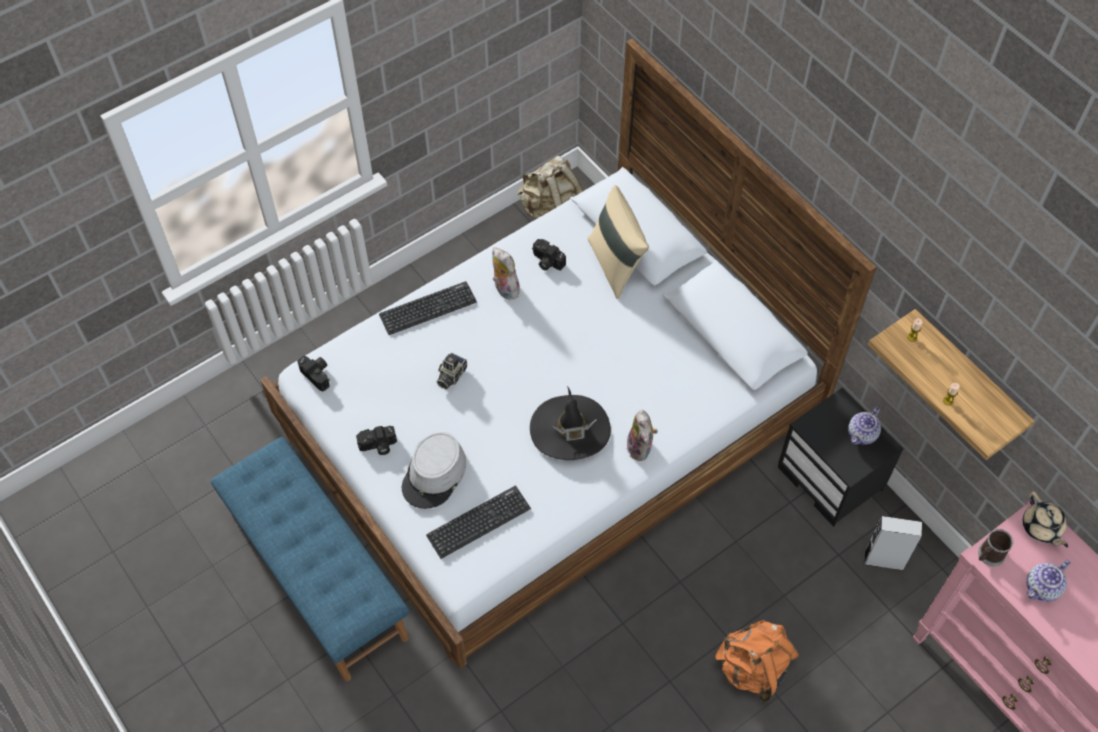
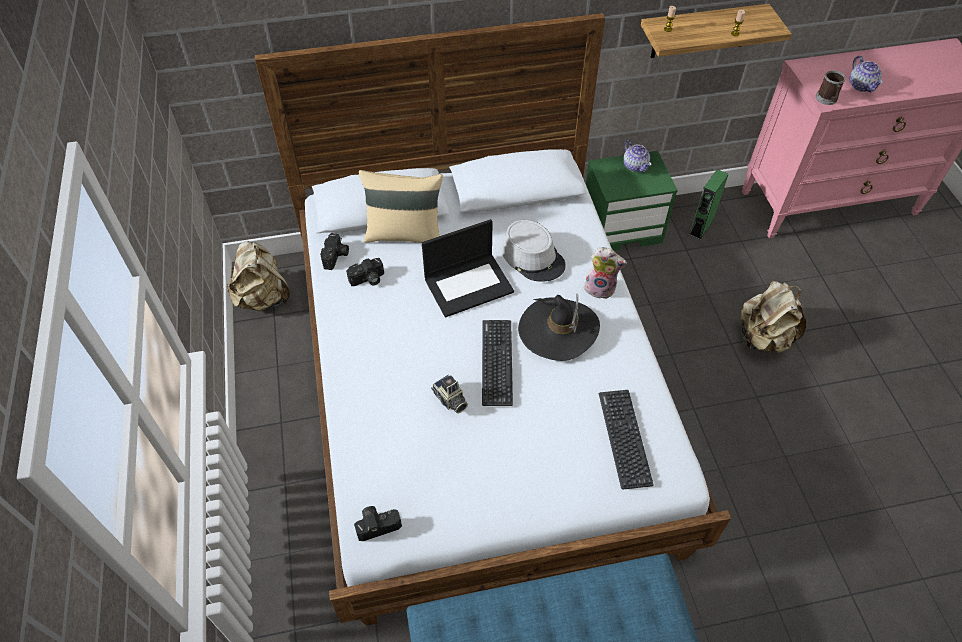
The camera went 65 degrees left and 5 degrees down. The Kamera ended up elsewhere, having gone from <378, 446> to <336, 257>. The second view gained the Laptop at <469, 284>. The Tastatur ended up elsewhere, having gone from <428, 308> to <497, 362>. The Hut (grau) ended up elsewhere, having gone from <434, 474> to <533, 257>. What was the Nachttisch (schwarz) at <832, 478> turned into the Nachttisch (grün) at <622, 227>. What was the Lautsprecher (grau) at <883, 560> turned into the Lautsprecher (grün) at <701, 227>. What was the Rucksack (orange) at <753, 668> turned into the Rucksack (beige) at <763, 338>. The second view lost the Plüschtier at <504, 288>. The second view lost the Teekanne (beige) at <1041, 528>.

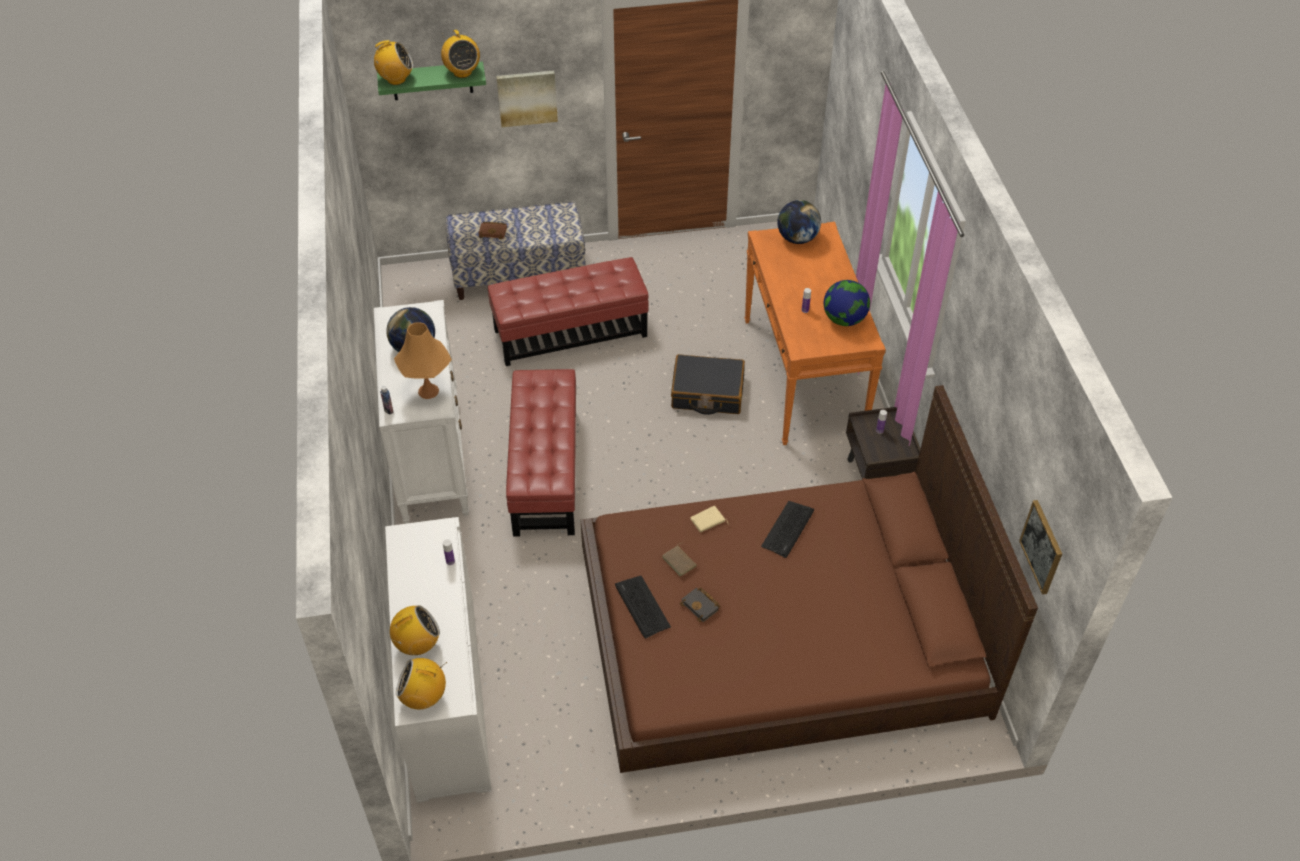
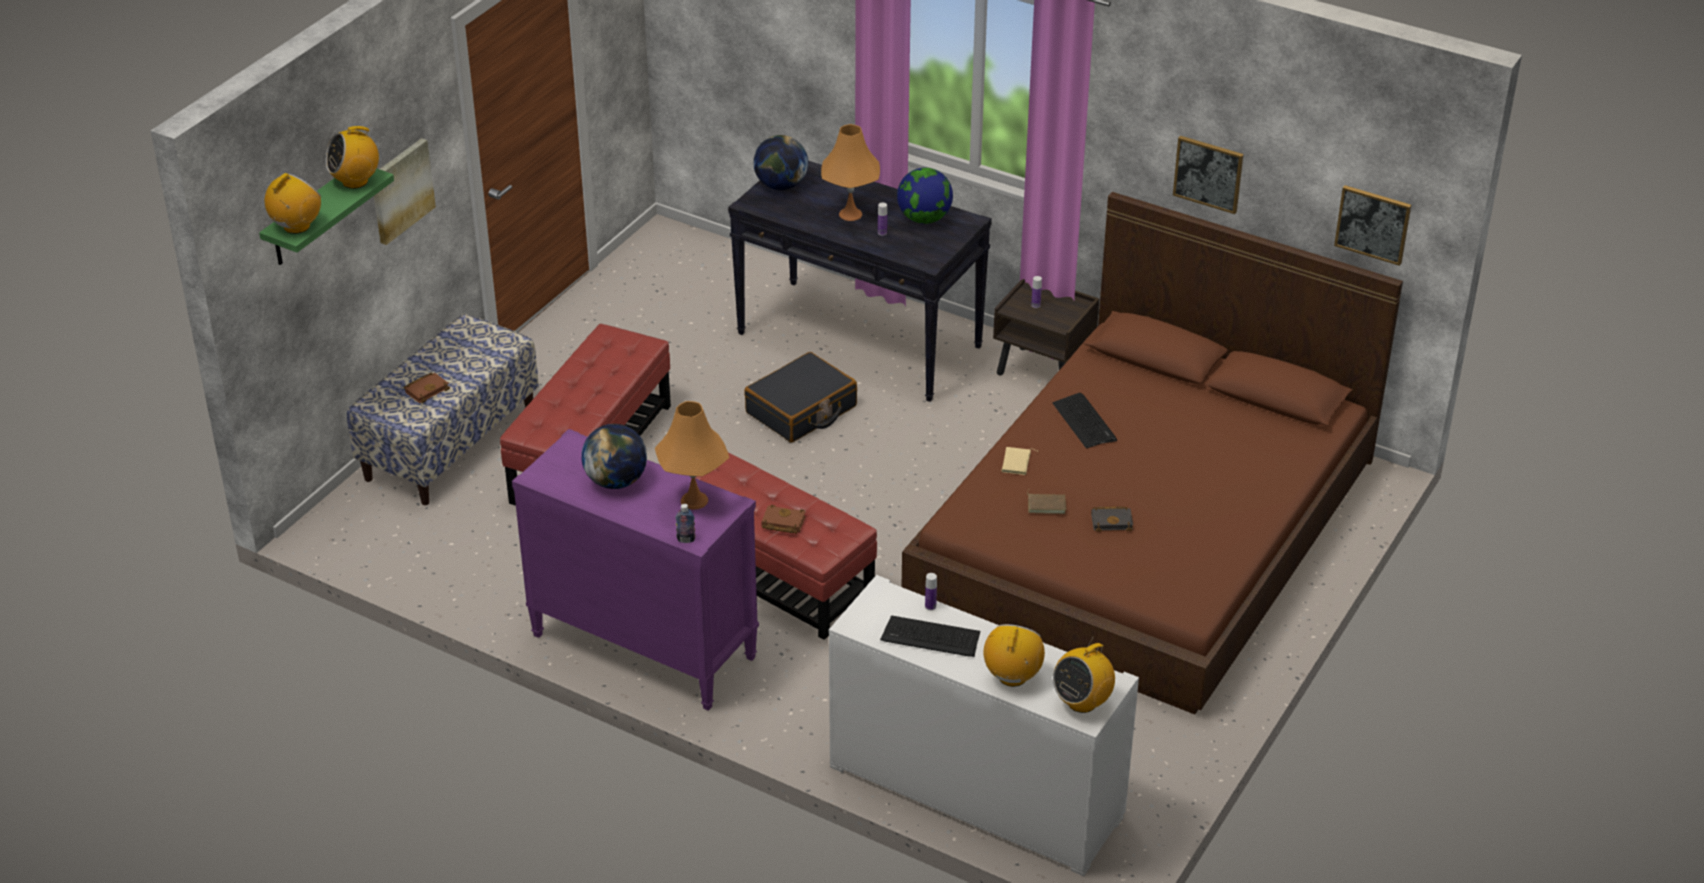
The camera went 50 degrees left and 10 degrees down. The Radio at <462, 72> ended up facing another way, 135 degrees clockwise from before. What was the Kommode (weiß) at <431, 460> turned into the Kommode (lila) at <642, 646>. What was the Konsolentisch (orange) at <803, 376> turned into the Konsolentisch (schwarz) at <860, 340>. The second view gained the Buch (braun) at <782, 523>. The second view gained the Tischlampe (orange) at <850, 214>. The Tastatur ended up elsewhere, having gone from <642, 606> to <931, 637>. The second view gained the Bild at <1208, 173>.

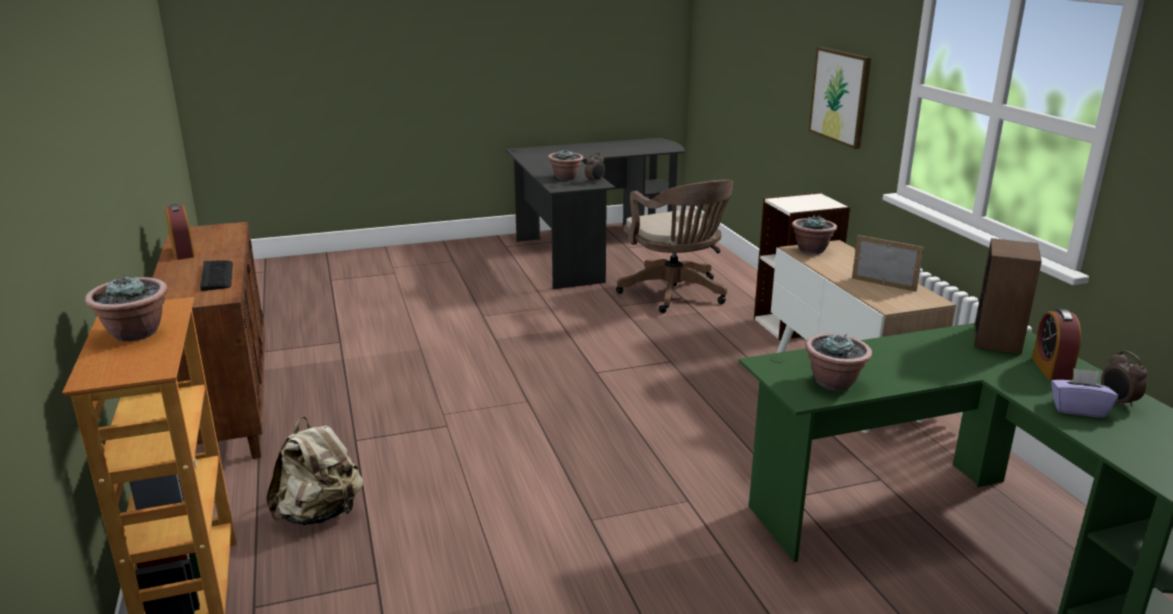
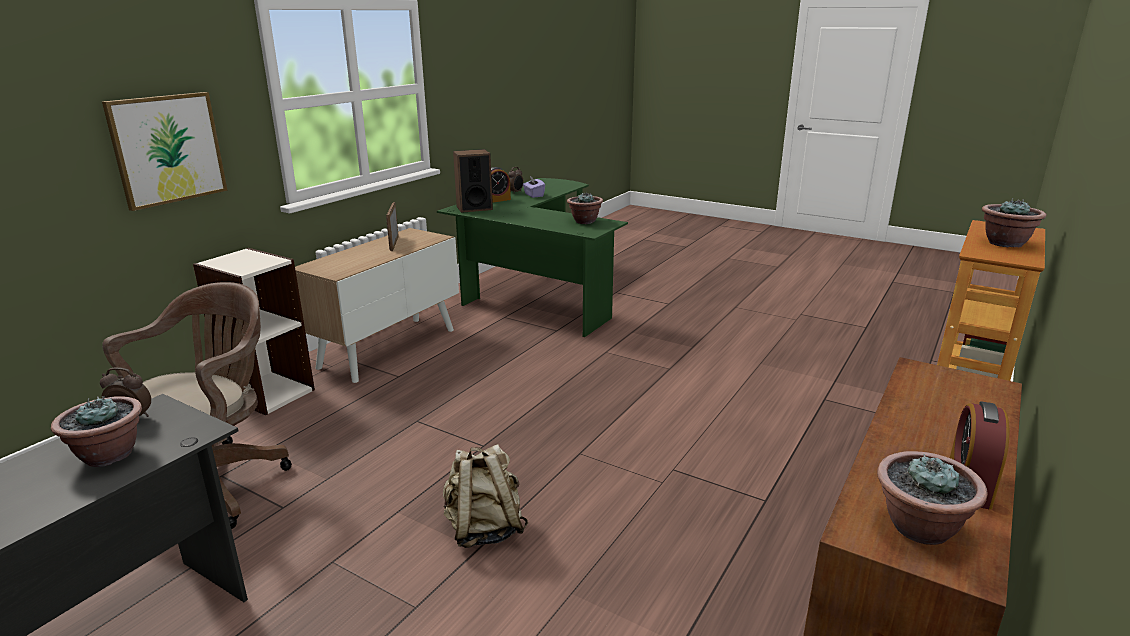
The camera went 130 degrees left and 0 degrees up. The Rucksack (beige) ended up elsewhere, having gone from <320, 514> to <484, 529>. The Topfpflanze ended up elsewhere, having gone from <811, 250> to <919, 528>. The second view lost the Tastatur at <217, 276>.

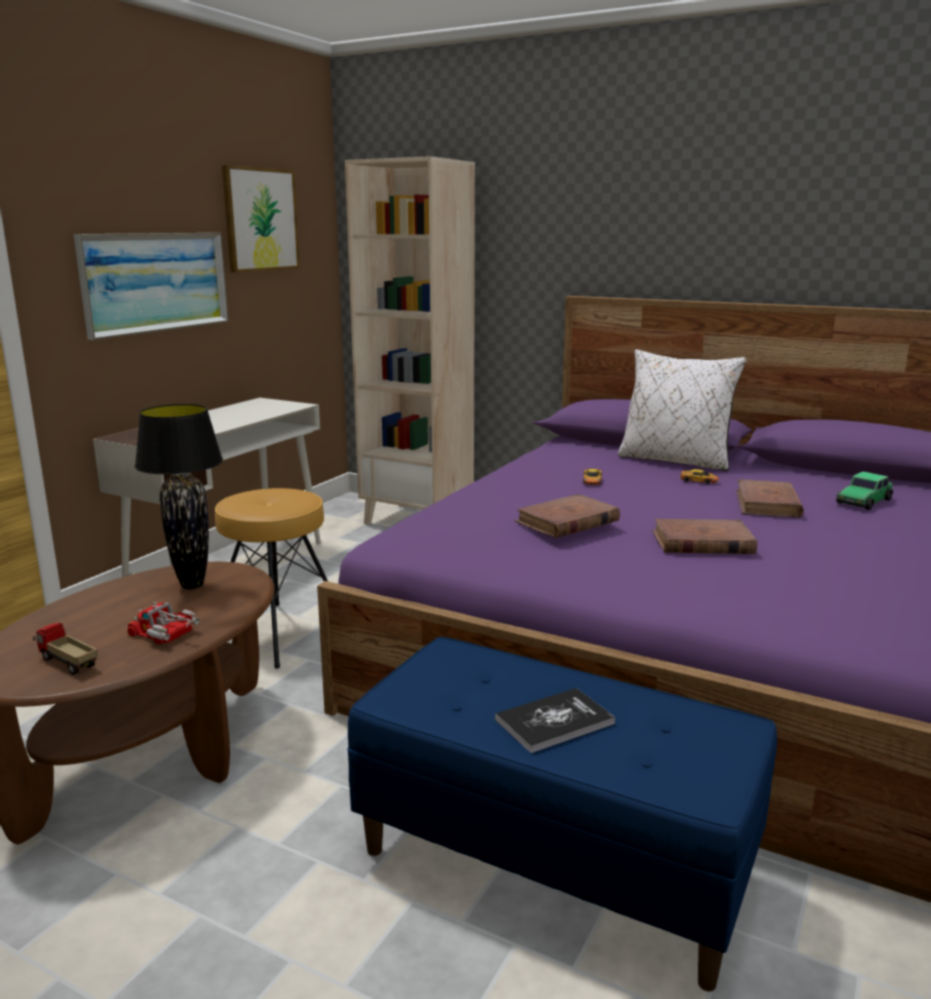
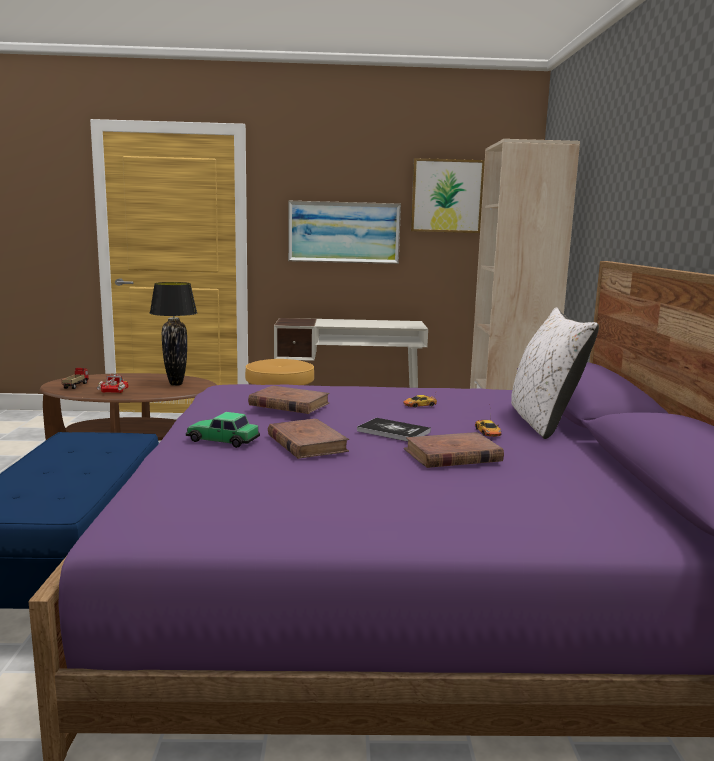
The camera went 60 degrees right and 5 degrees down. The Spielzeugauto ended up elsewhere, having gone from <863, 501> to <222, 440>. The Buch ended up elsewhere, having gone from <554, 721> to <393, 431>.

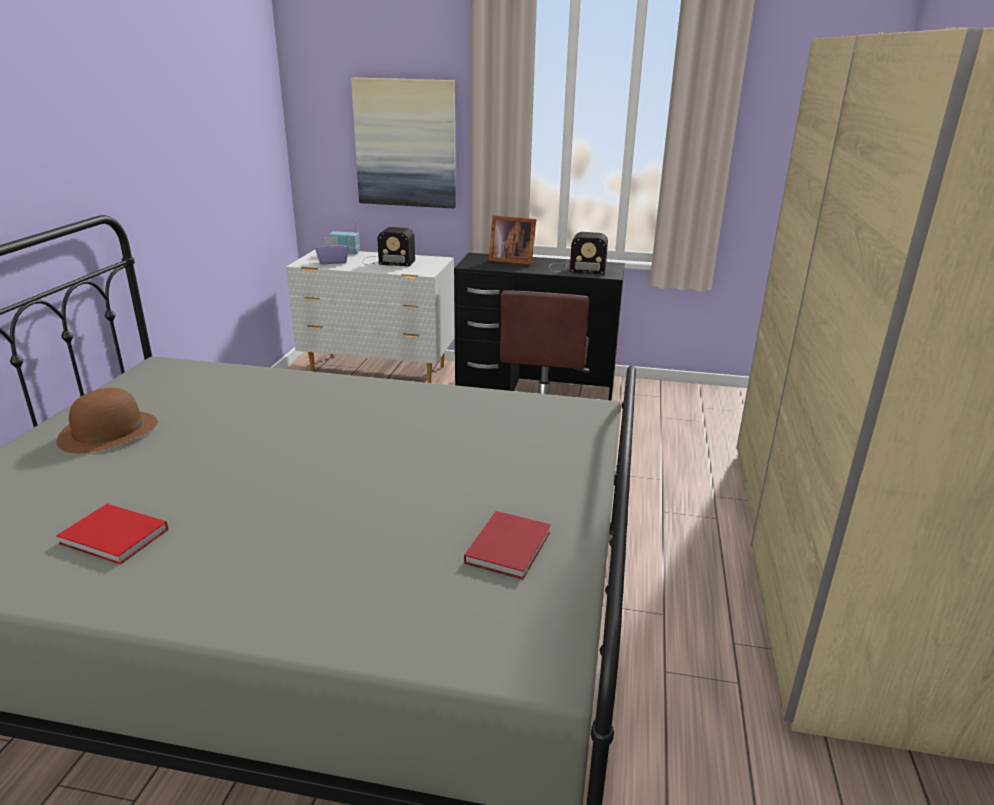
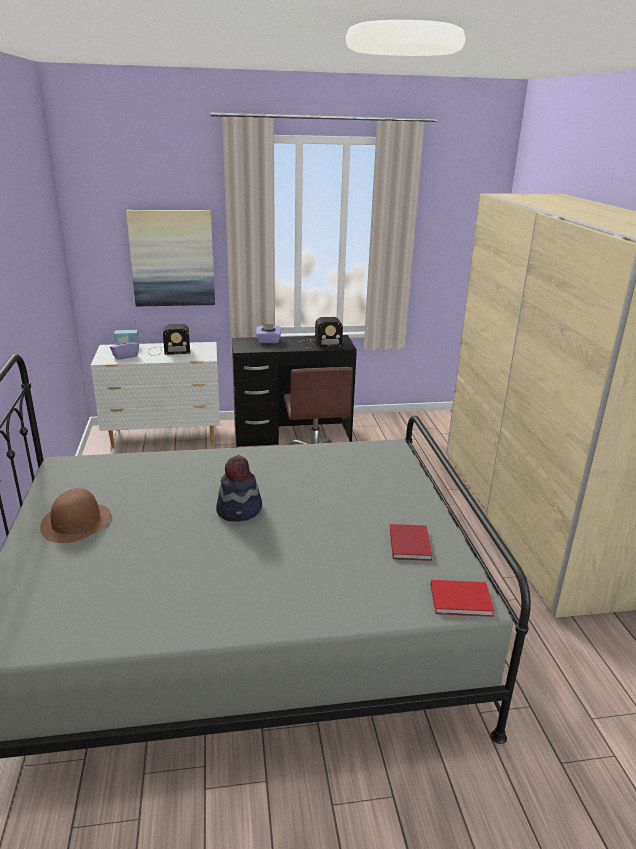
The camera went 20 degrees left and 0 degrees up. The second view gained the Hut at <240, 510>. Where the Bilderrahmen stood at <510, 260>, the Taschentuchbox (lila) came to stand at <268, 341>. The Buch (rot) ended up elsewhere, having gone from <115, 538> to <462, 601>.

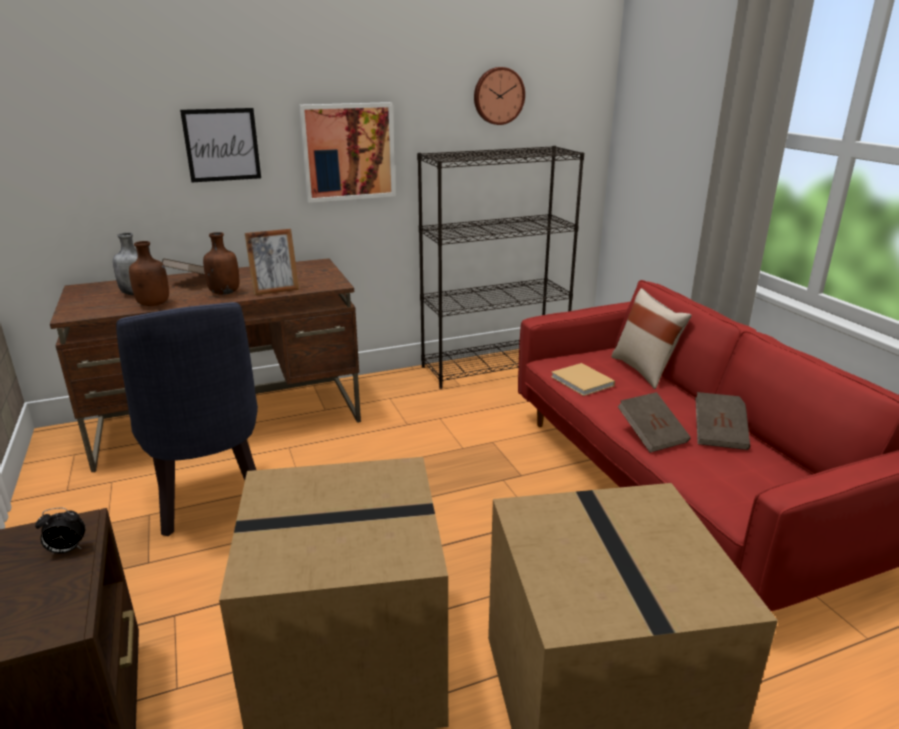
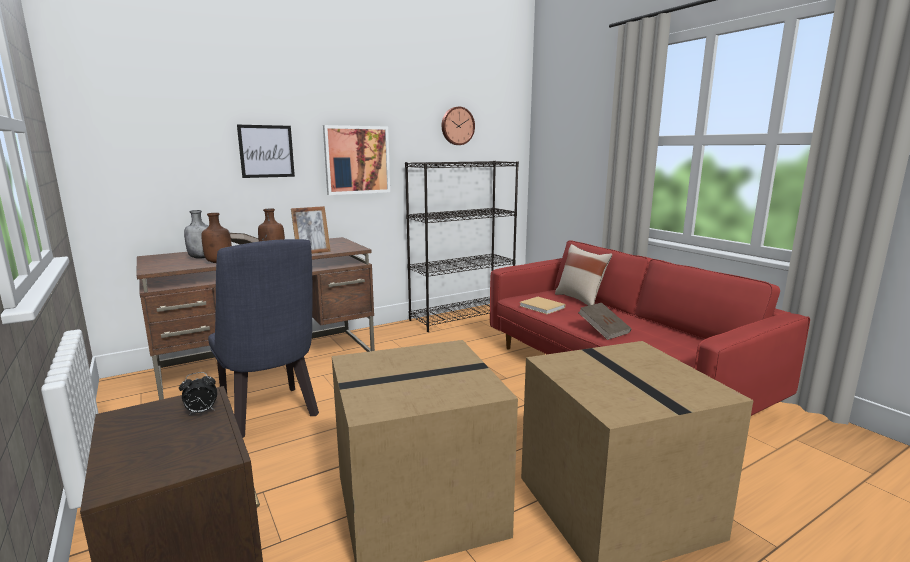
The camera went 10 degrees left and 10 degrees down. The second view lost the Buch (braun) at <719, 434>.

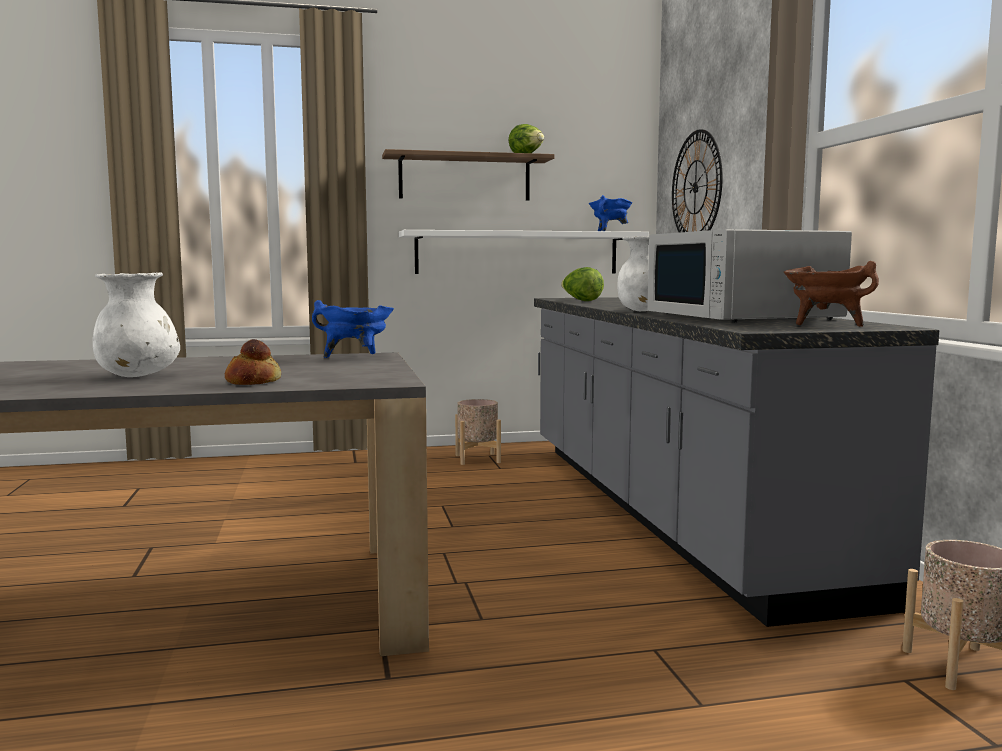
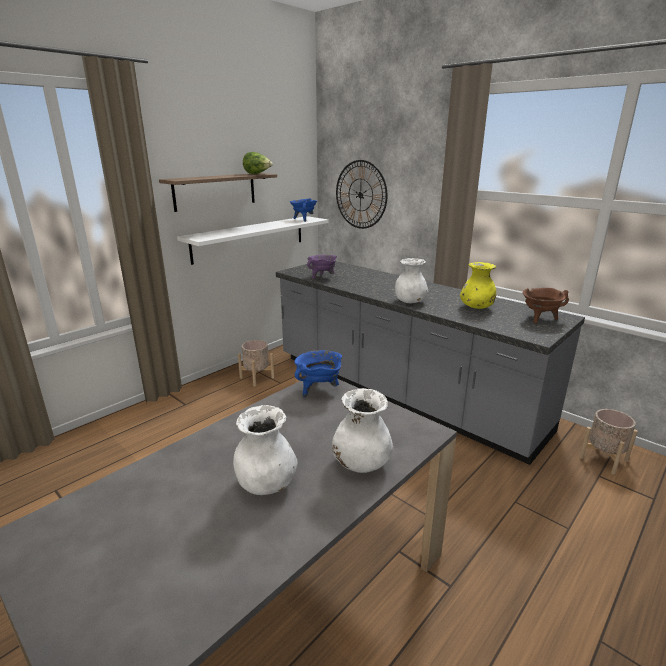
The camera went 35 degrees left and 15 degrees up. Where the Salatkopf stood at <581, 301>, the Kochtopf (lila) came to stand at <322, 278>. Where the Brot stood at <252, 382>, the Vase (weiß) came to stand at <361, 463>. Where the Mikrowelle (weiß) stood at <741, 317>, the Vase (gelb) came to stand at <476, 307>.

